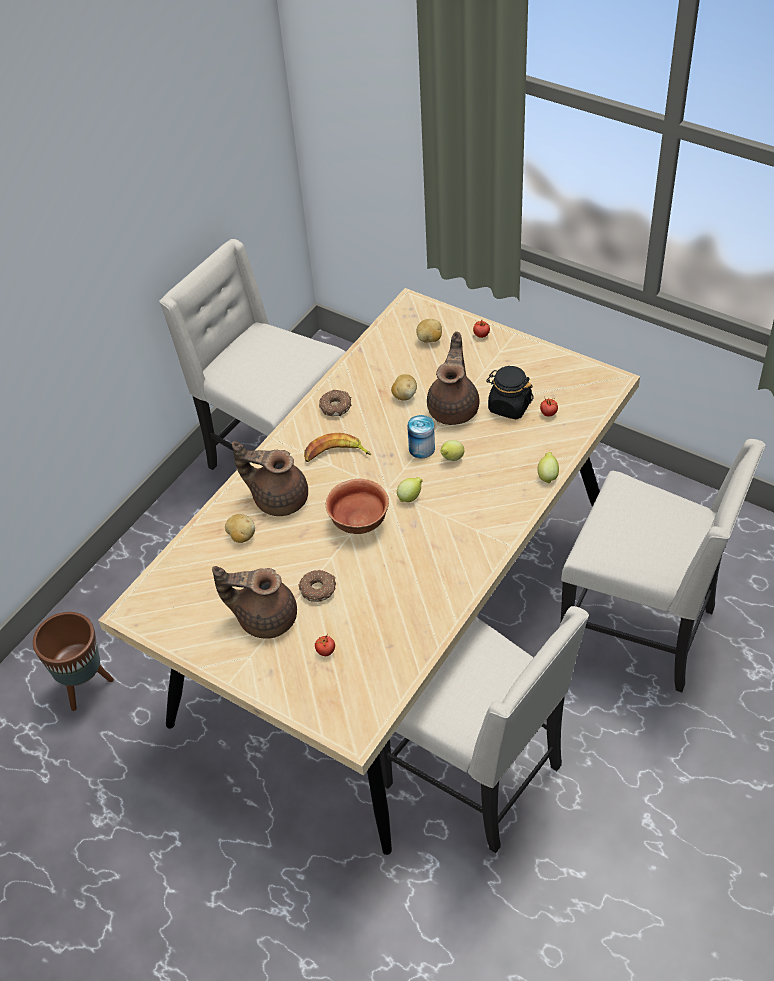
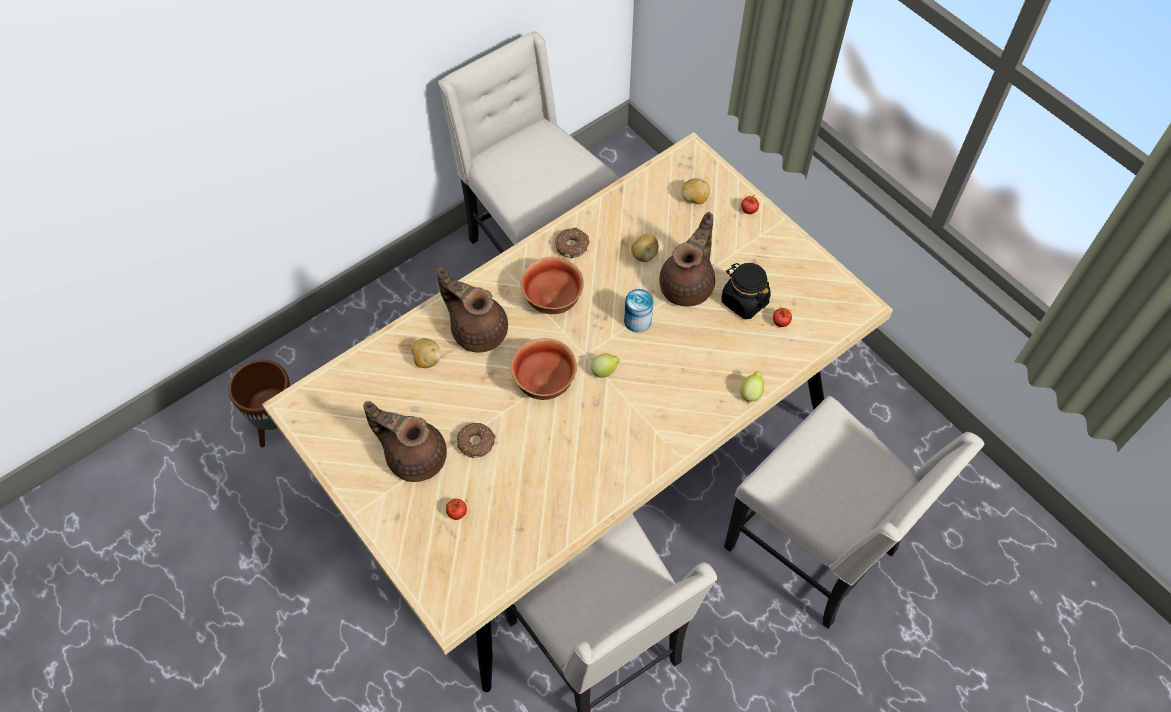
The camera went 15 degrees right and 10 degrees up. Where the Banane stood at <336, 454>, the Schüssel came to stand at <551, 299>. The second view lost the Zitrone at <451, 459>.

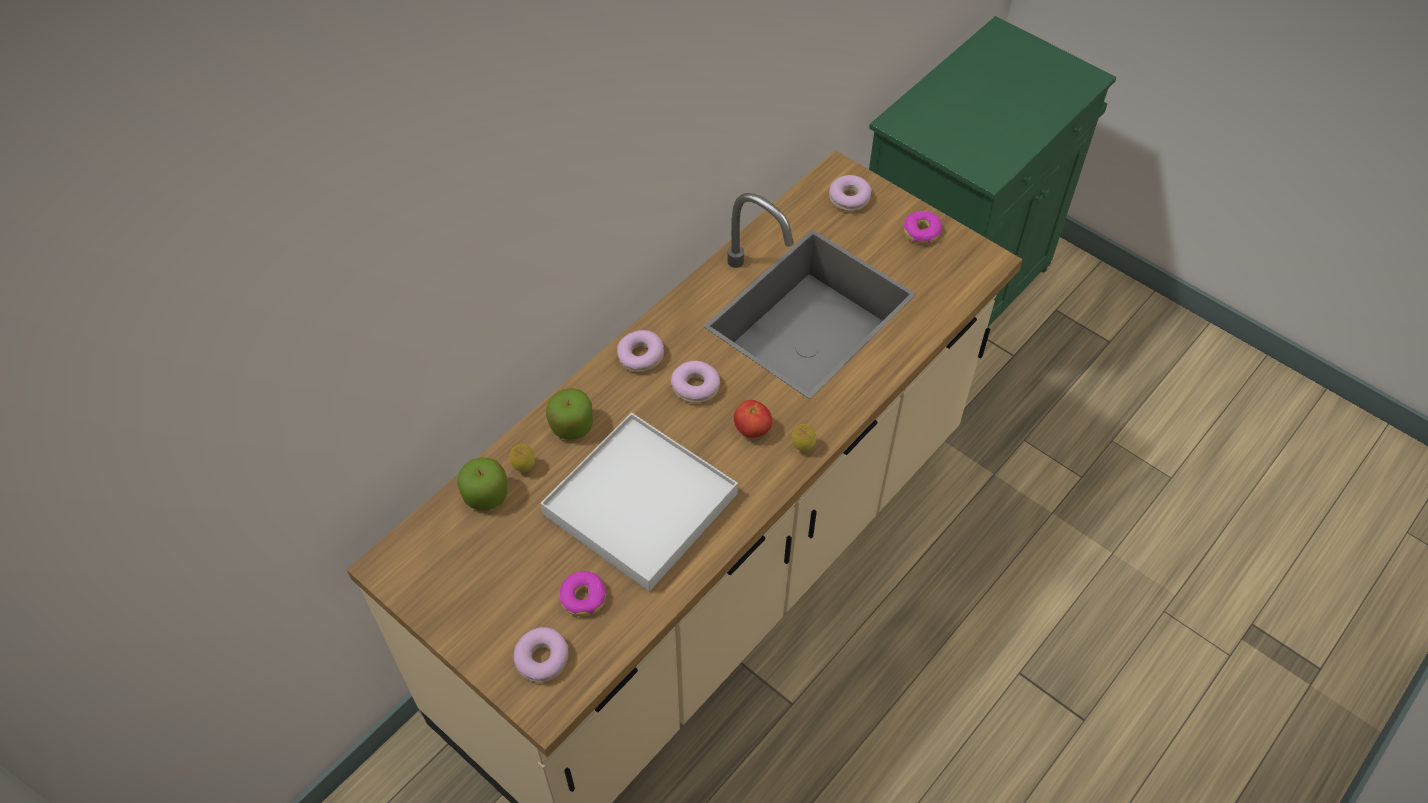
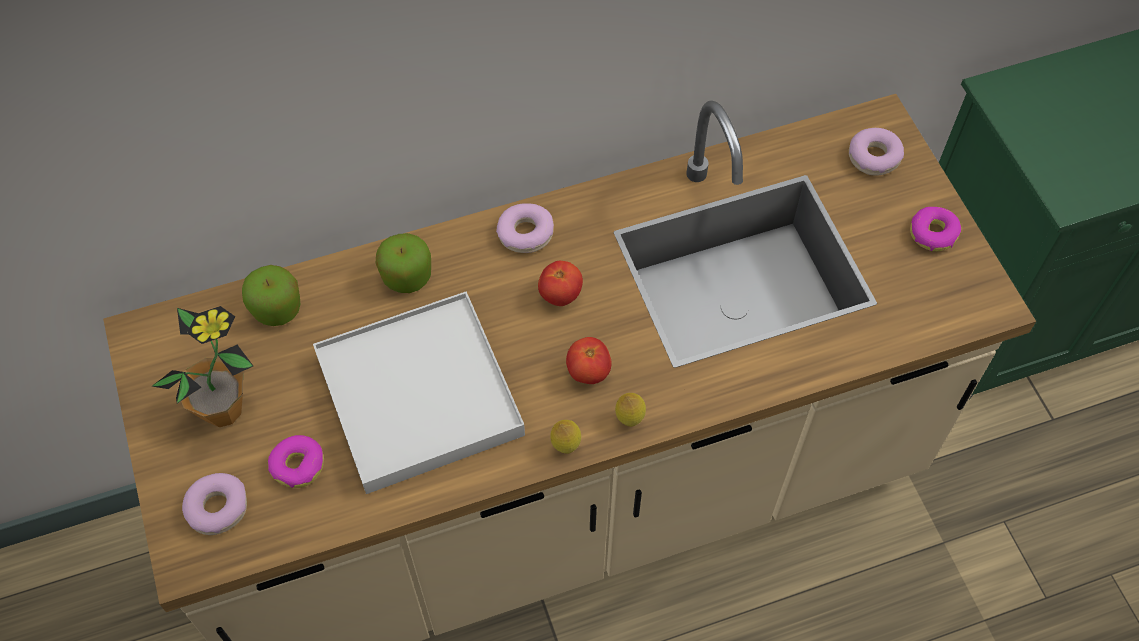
The camera went 30 degrees right and 5 degrees up. The second view gained the Topfpflanze at <223, 410>. Where the Donut stood at <695, 386>, the Tomate came to stand at <560, 294>. The Zitrone ended up elsewhere, having gone from <524, 467> to <565, 446>.

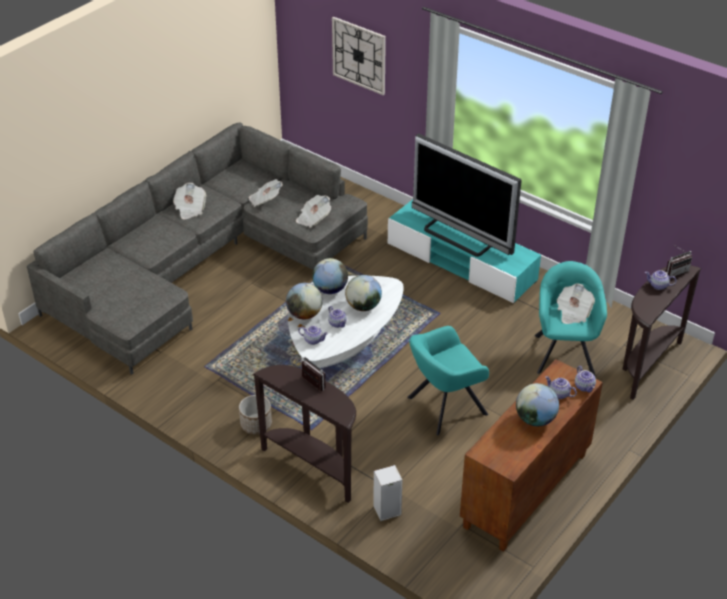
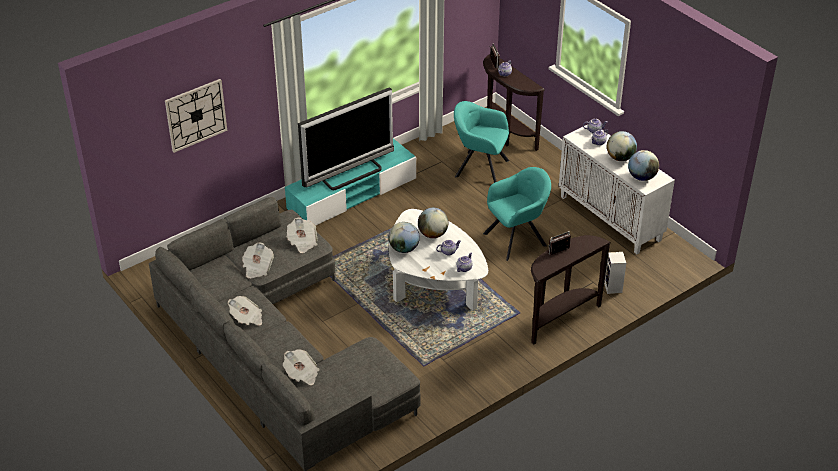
The camera went 75 degrees left and 0 degrees up. The Zeitung ended up elsewhere, having gone from <573, 312> to <301, 374>. The Sessel (türkis) at <444, 407> ended up facing another way, 105 degrees counterclockwise from before. What was the Schrank (braun) at <526, 492> turned into the Schrank (weiß) at <611, 218>. The Globus ended up elsewhere, having gone from <304, 314> to <641, 177>. The second view lost the Pflanzkübel at <256, 424>.

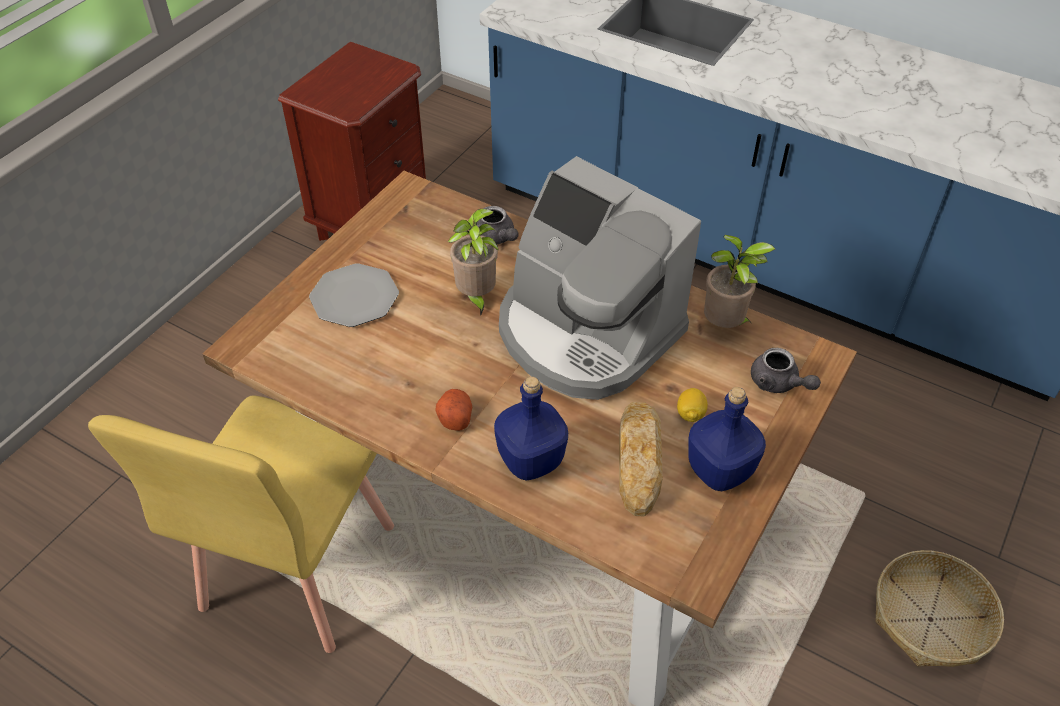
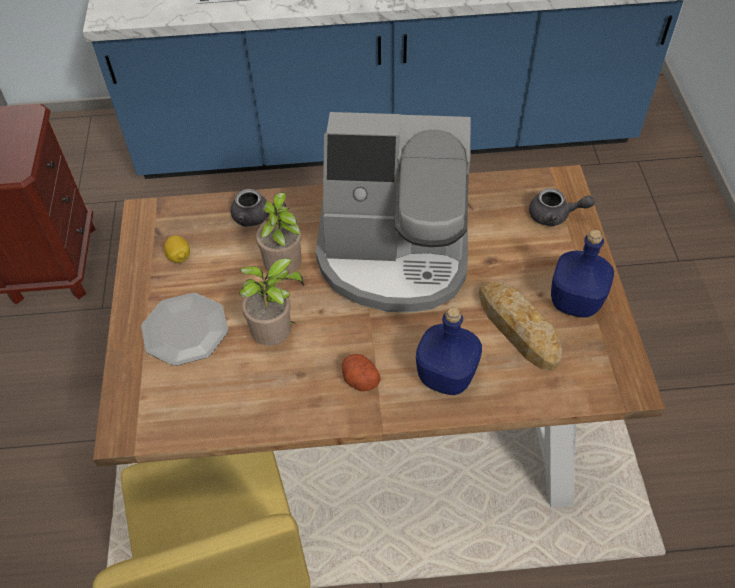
The camera went 35 degrees left and 5 degrees up. The Zitrone ended up elsewhere, having gone from <690, 414> to <179, 257>. The Topfpflanze ended up elsewhere, having gone from <725, 326> to <275, 337>. The second view lost the Korb at <930, 620>.

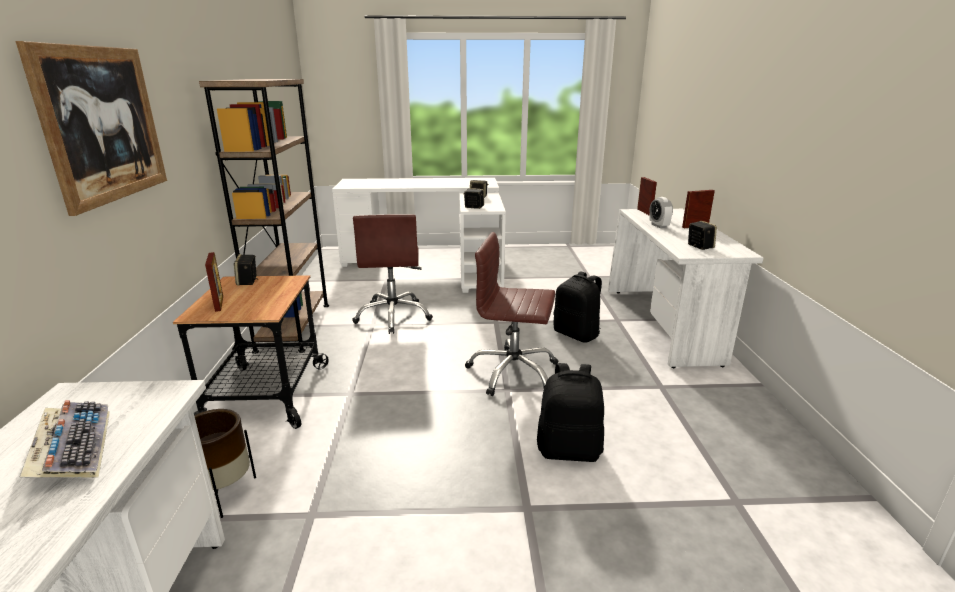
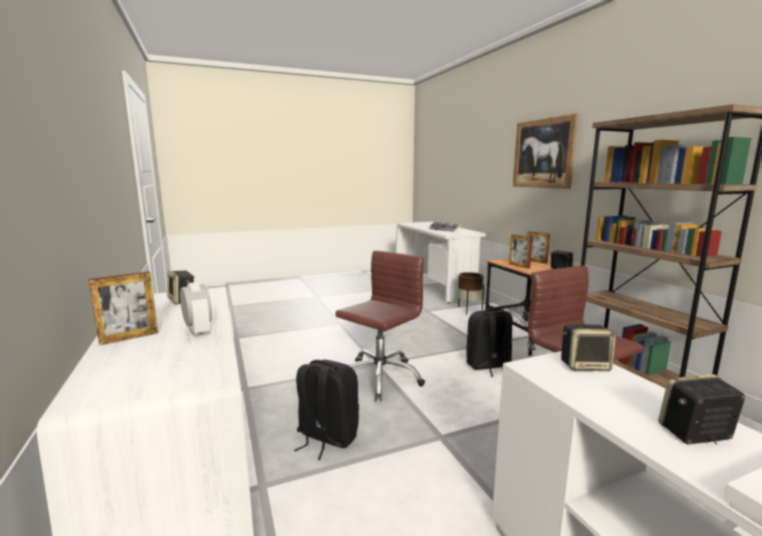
The camera went 160 degrees right and 10 degrees down. The Bürostuhl (braun) at <513, 372> ended up facing another way, 45 degrees counterclockwise from before. The Rucksack (schwarz) ended up elsewhere, having gone from <569, 450> to <488, 366>. The Bilderrahmen ended up elsewhere, having gone from <644, 212> to <519, 266>.

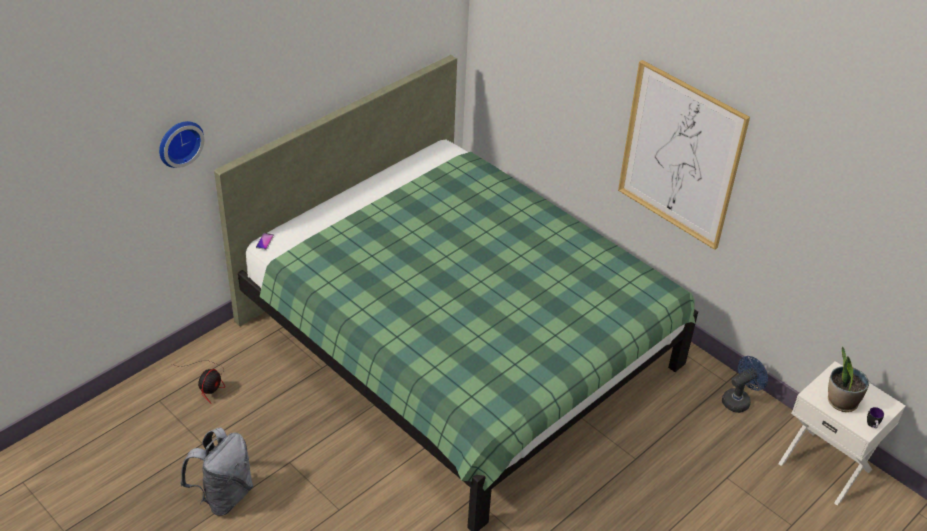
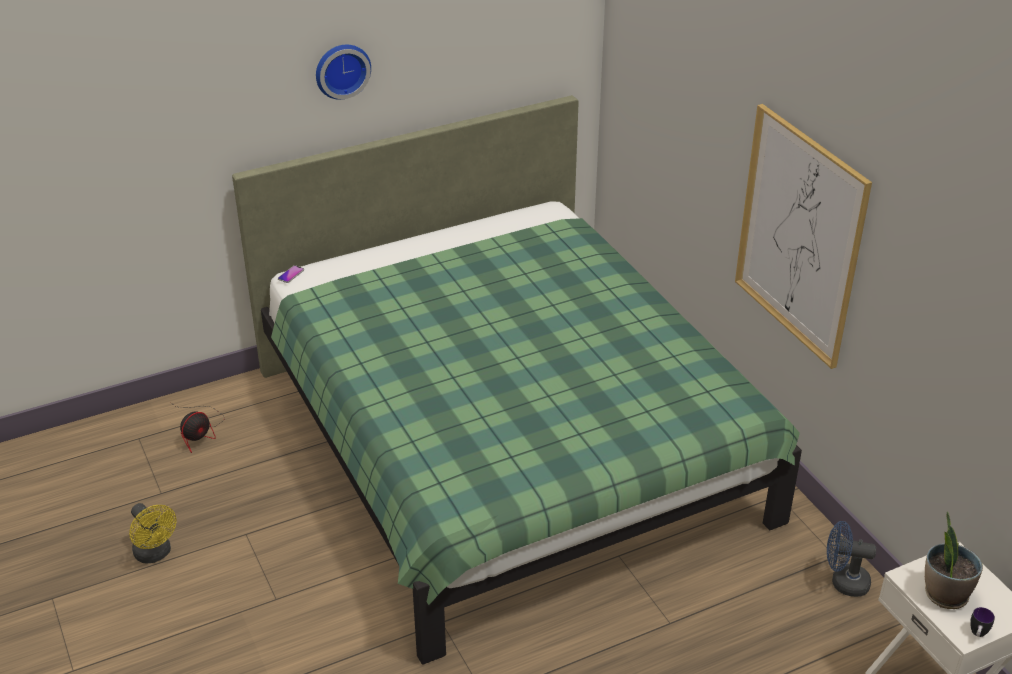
The camera went 20 degrees right and 5 degrees down. Where the Rucksack (grau) stood at <224, 495>, the Ventilator (gelb) came to stand at <155, 554>. The Wanduhr ended up elsewhere, having gone from <179, 142> to <341, 70>. The Ventilator (blau) at <739, 400> ended up facing another way, 150 degrees counterclockwise from before.

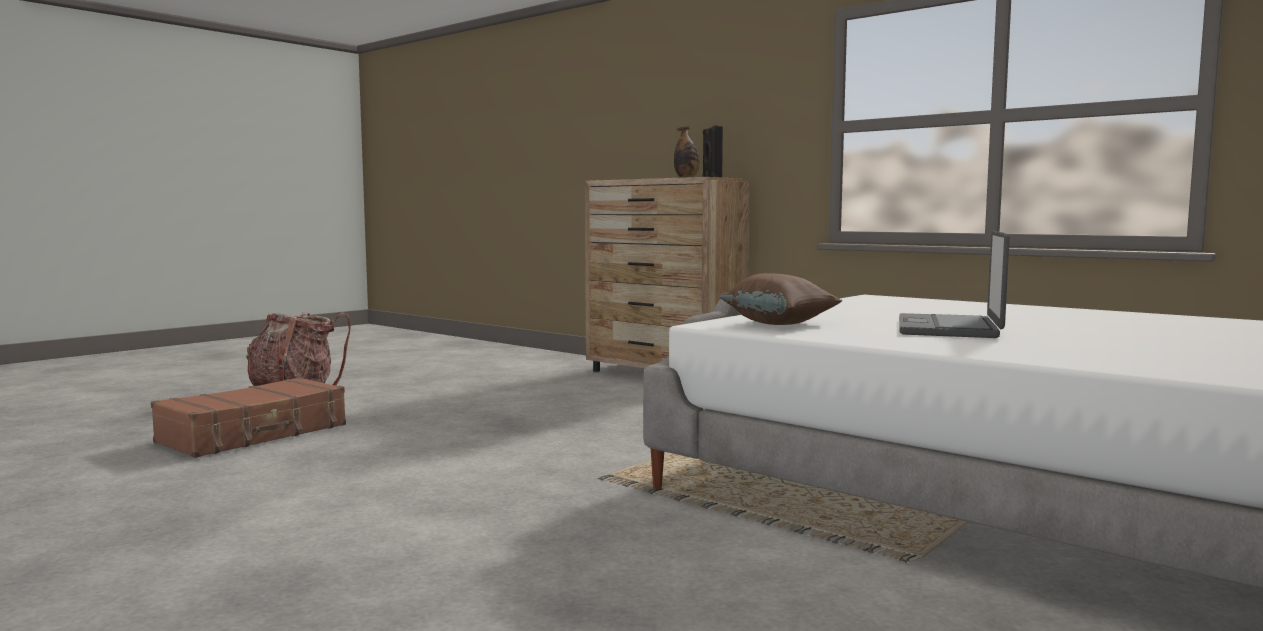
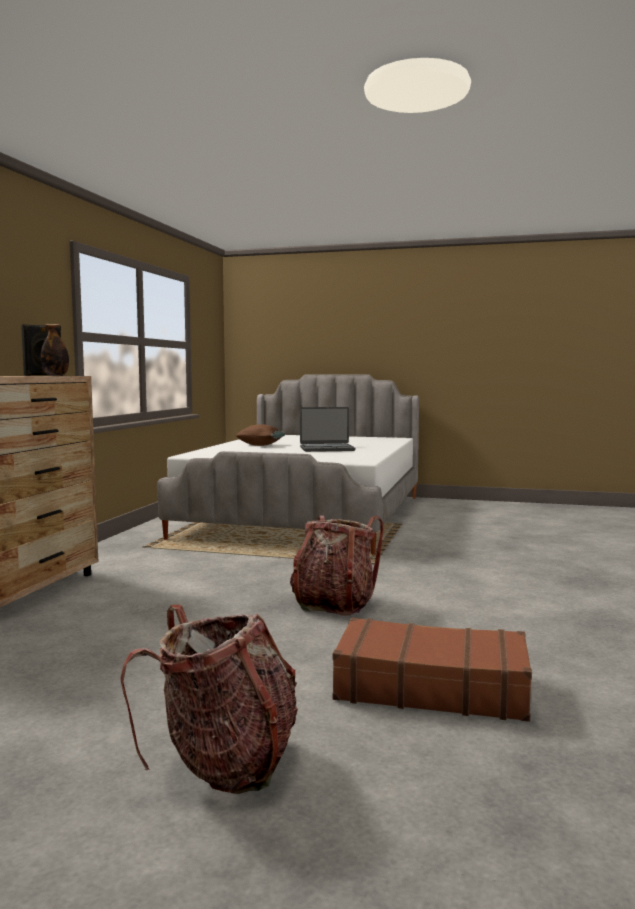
The camera went 115 degrees left and 0 degrees up. The Kissen (braun) ended up elsewhere, having gone from <779, 324> to <260, 445>. The second view gained the Rucksack at <334, 604>.

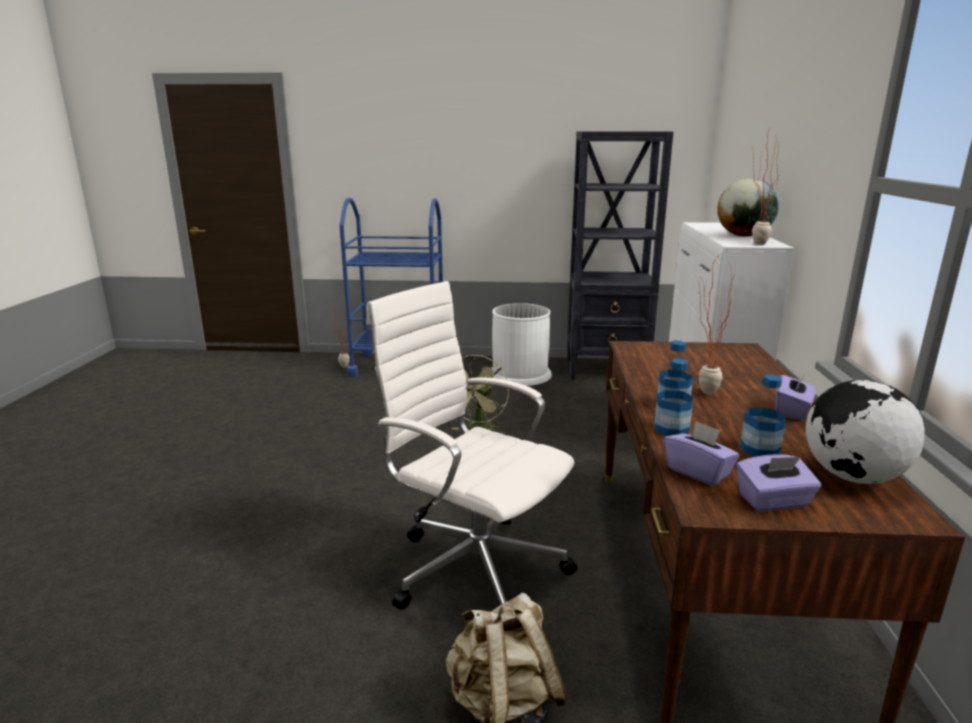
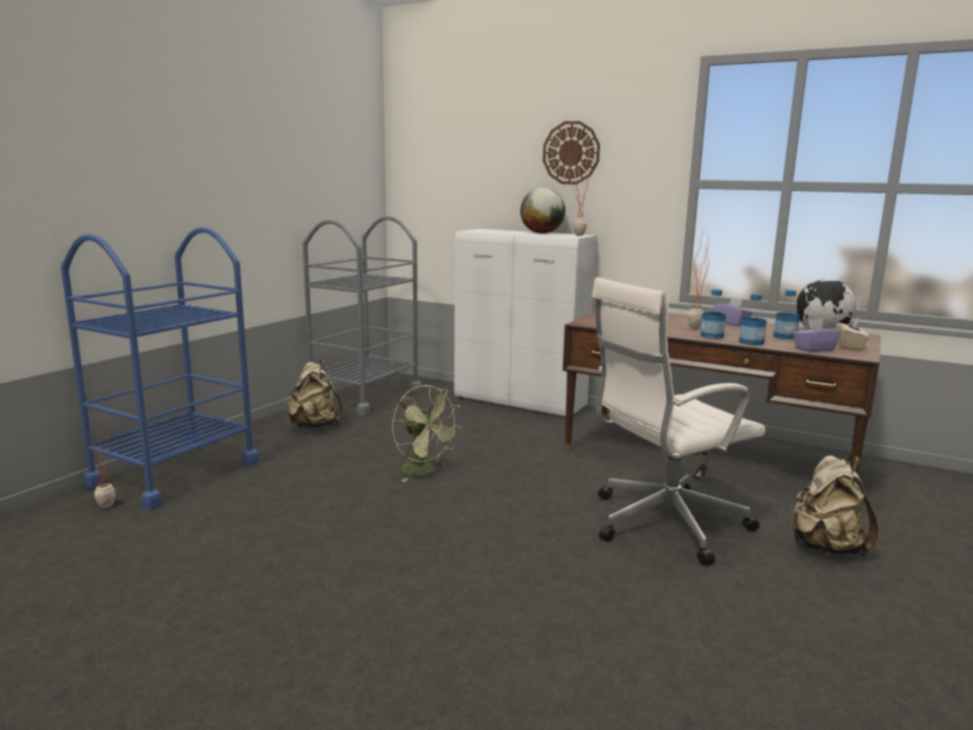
The camera went 65 degrees left and 5 degrees down. Where the Mülleimer (weiß) stood at <520, 374>, the Rucksack (beige) came to stand at <315, 427>. Where the Bücherregal (schwarz) stood at <607, 370>, the Rollwagen (grau) came to stand at <365, 397>. The second view gained the Wanduhr at <571, 153>. What was the Taschentuchbox (lila) at <773, 501> turned into the Taschentuchbox (beige) at <849, 346>.

